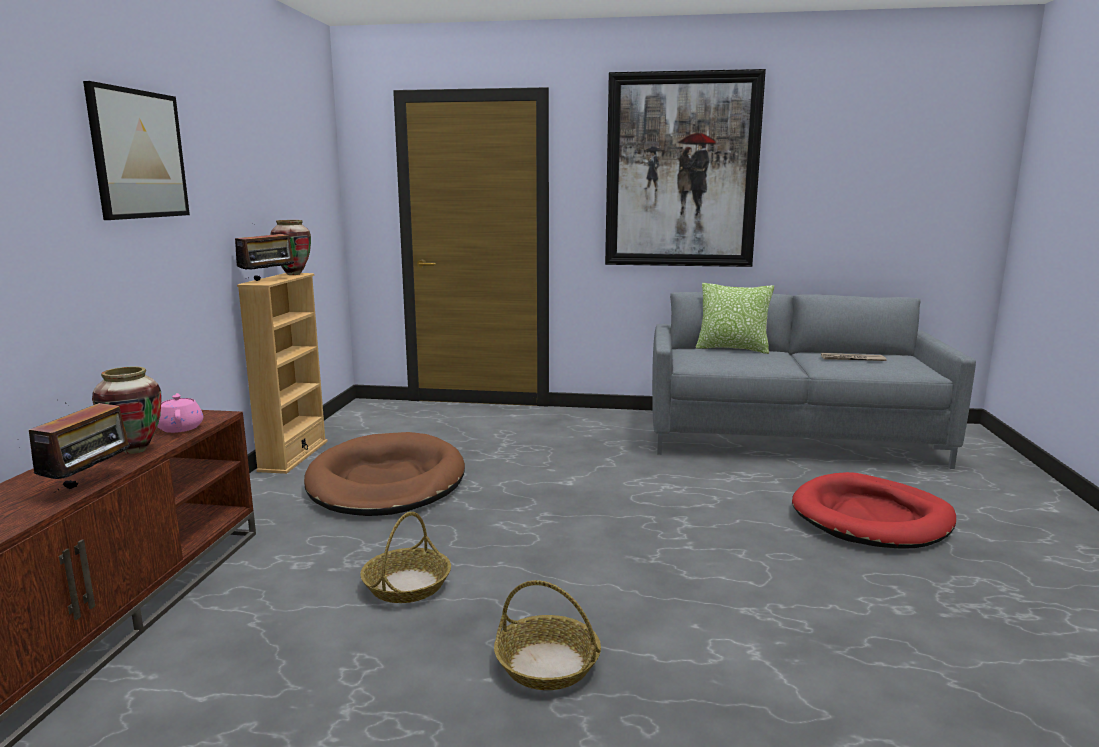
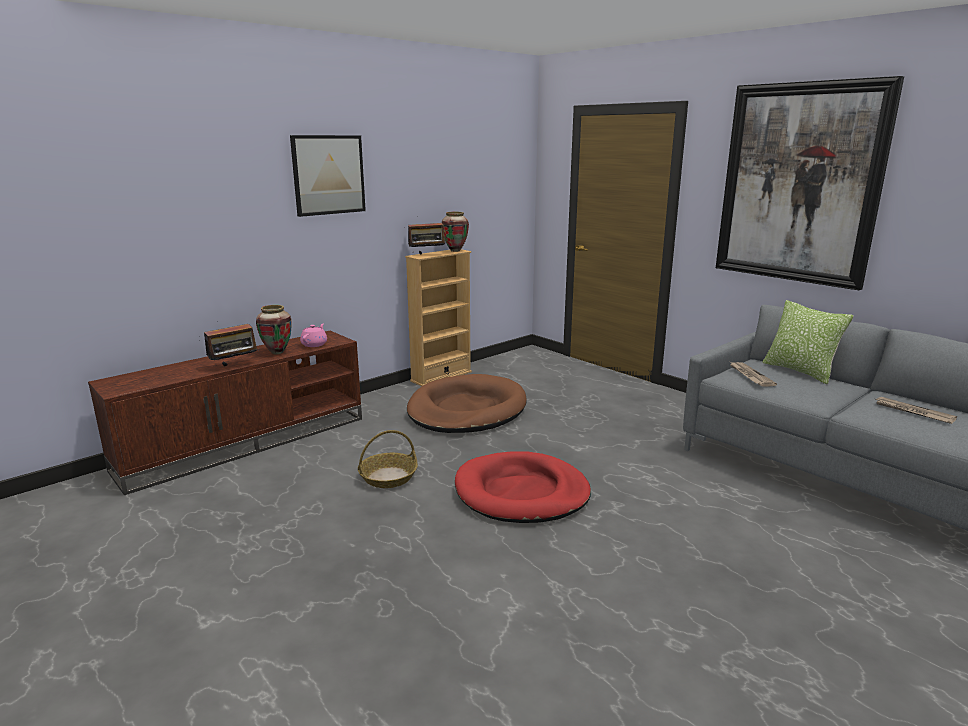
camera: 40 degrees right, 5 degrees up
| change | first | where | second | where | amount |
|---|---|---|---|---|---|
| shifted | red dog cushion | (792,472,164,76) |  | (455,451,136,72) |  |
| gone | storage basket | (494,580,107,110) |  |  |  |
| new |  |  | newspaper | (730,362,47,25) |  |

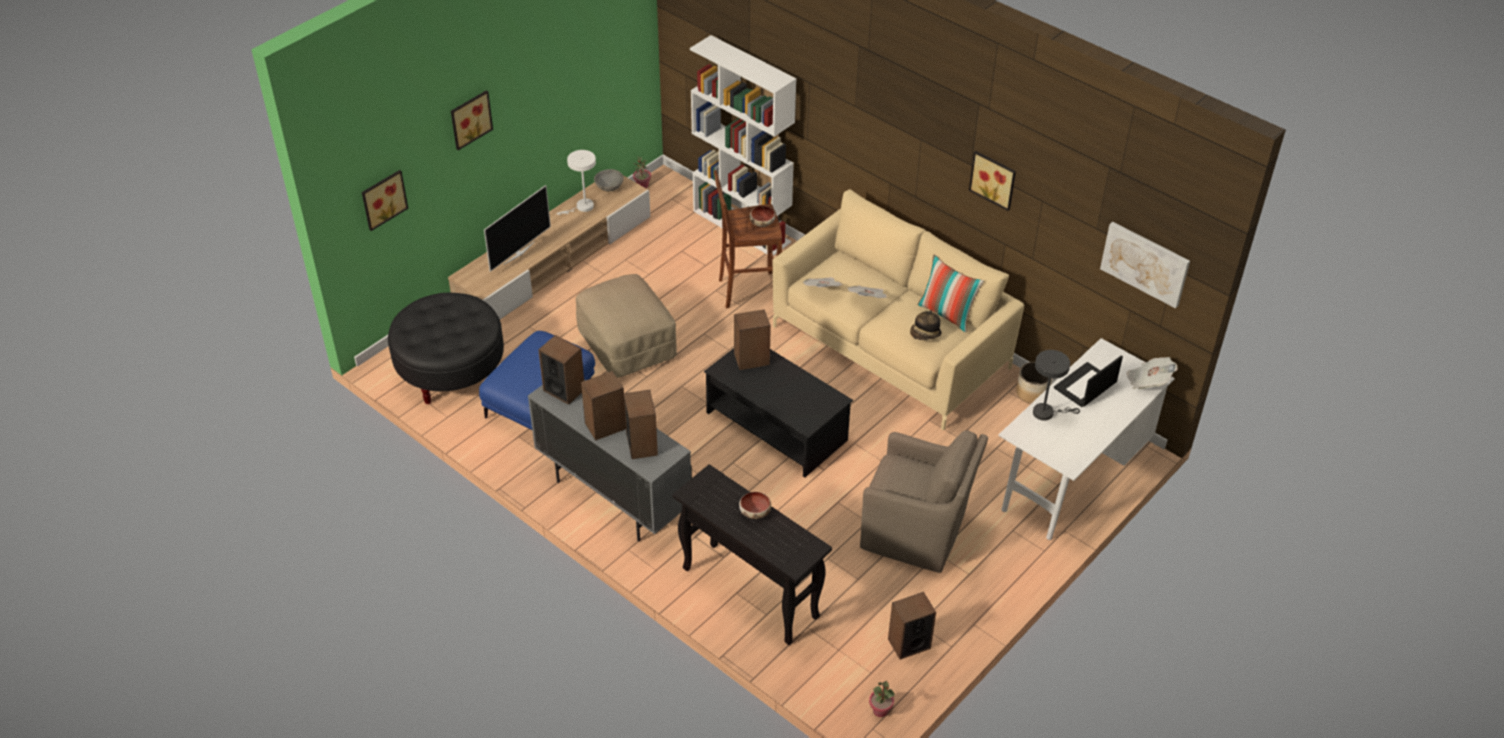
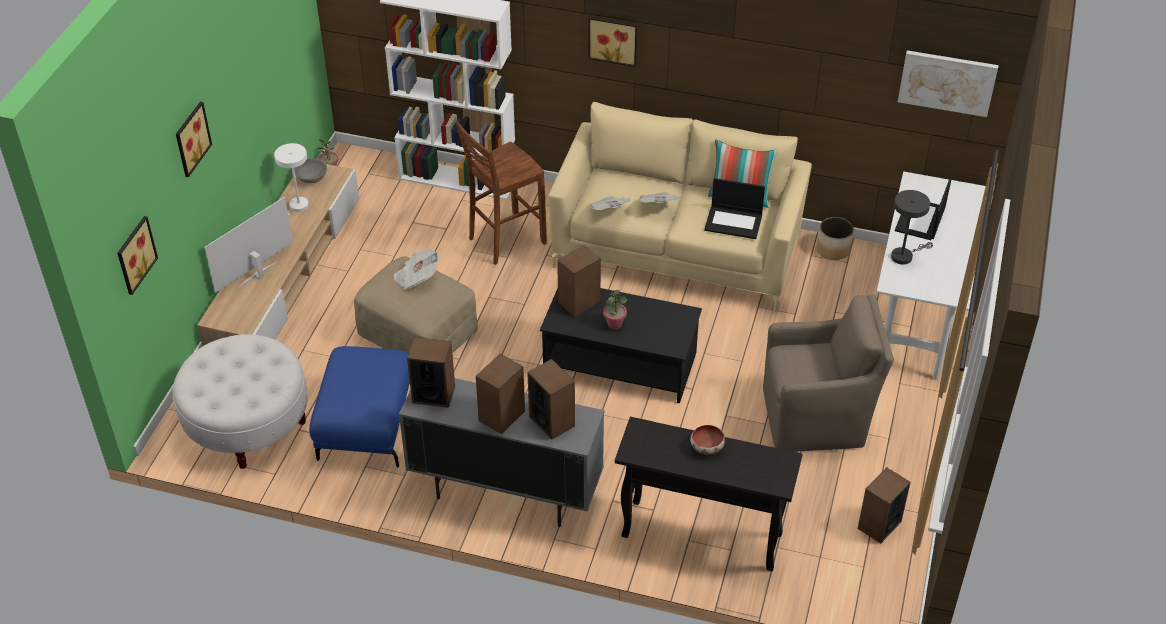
camera: 25 degrees left, 0 degrees up
| change | first | where | second | where | amount |
|---|---|---|---|---|---|
| shifted | picture | (969,151,47,60) |  | (588,17,49,50) |  |
| rotated | television | (484,185,67,87) |  | (204,197,89,96) | 150 degrees counterclockwise |
| gone | bowl | (750,206,25,21) |  |  |  |
| repainted | black pouffe | (388,293,116,111) | white pouffe | (173,334,135,135) |  |
| swapped | wearable hat | (910,310,32,30) | portable computer | (704,178,61,61) |  |
| shifted | newspaper | (1126,357,52,32) |  | (394,248,46,42) |  |
| shifted | plant in a pot | (869,681,26,36) |  | (603,290,24,40) |  |

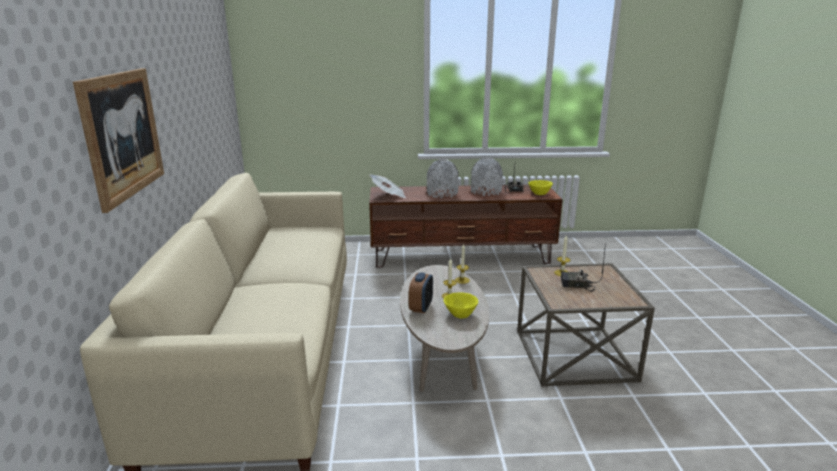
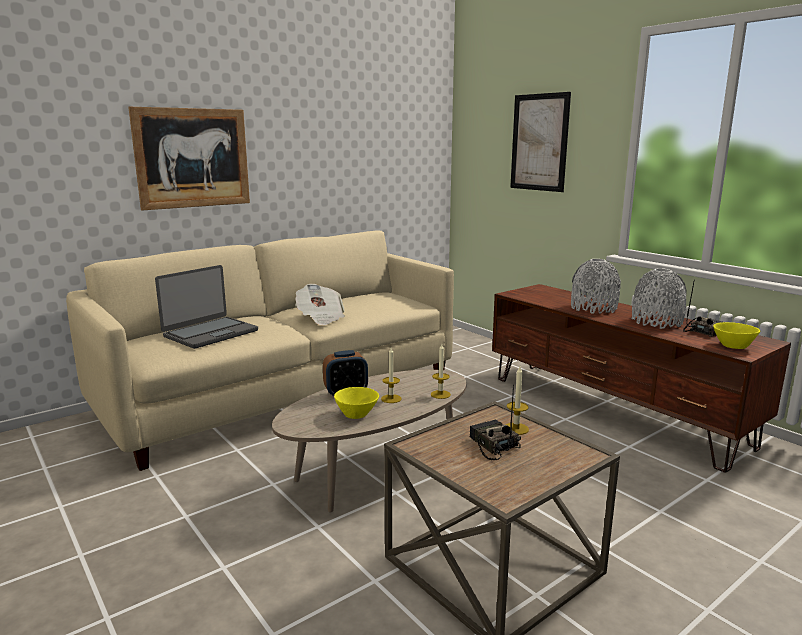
camera: 55 degrees right, 5 degrees down
| change | first | where | second | where | amount |
|---|---|---|---|---|---|
| shifted | newspaper | (369,174,37,24) |  | (295,284,50,41) |  |
| new |  |  | picture | (510,92,61,100) |  |
| new |  |  | portable computer | (155,265,103,84) |  |

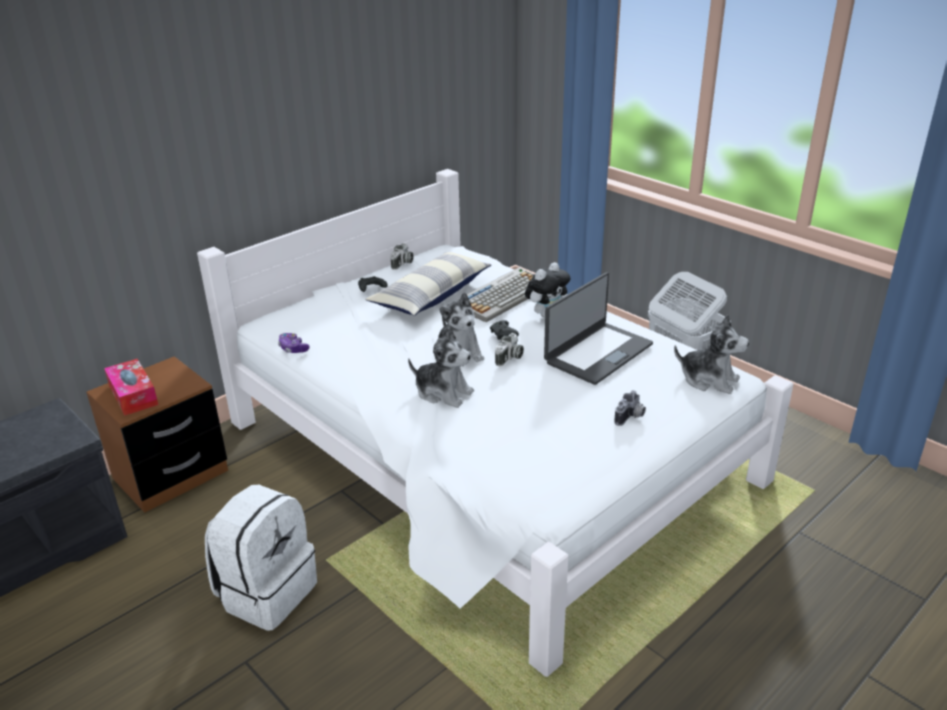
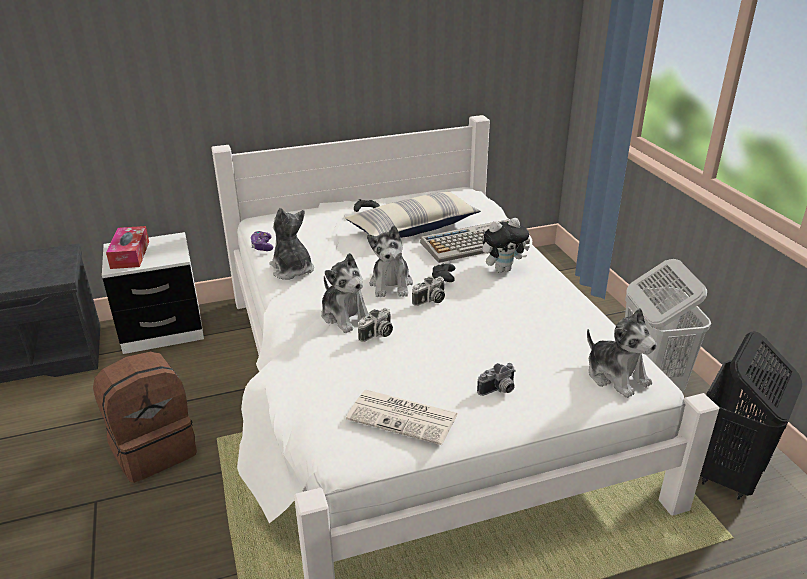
camera: 25 degrees right, 0 degrees up
| change | first | where | second | where | amount |
|---|---|---|---|---|---|
| shifted | still camera | (390,243,24,27) |  | (358,308,35,34) |  |
| gone | portable computer | (544,272,109,113) |  |  |  |
| repainted | brownish night table | (86,356,142,157) | white night table | (102,232,102,122) |  |
| repainted | white knapsack | (205,485,112,146) | brownish knapsack | (93,352,104,131) |  |
| new |  |  | soft toy | (269,208,45,72) |  |
| new |  |  | black laundry basket | (700,331,102,169) |  |
| new |  |  | newspaper | (346,390,112,55) |  |

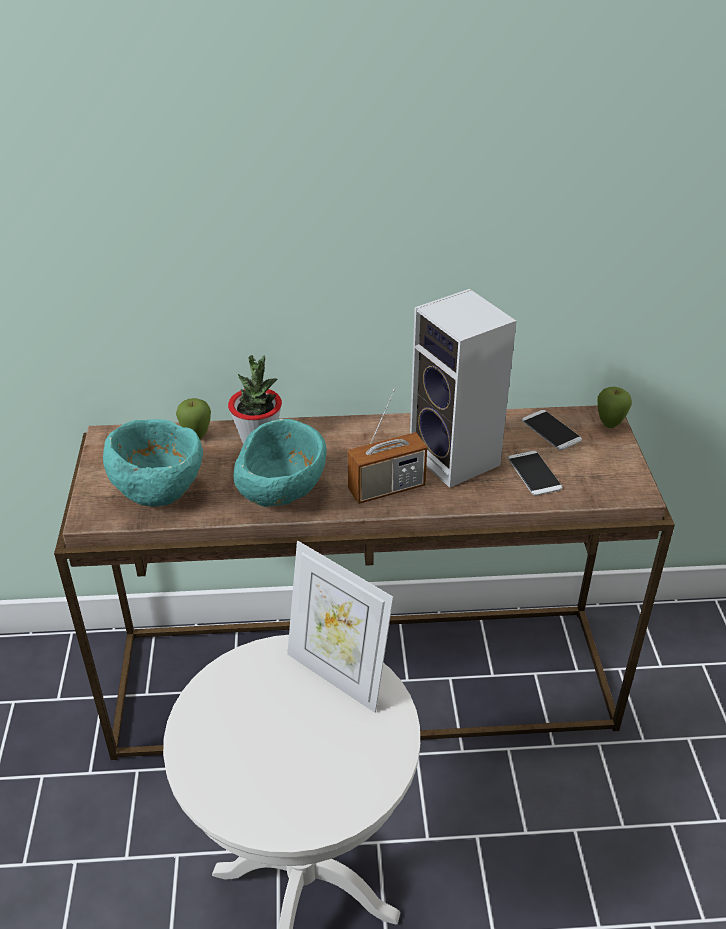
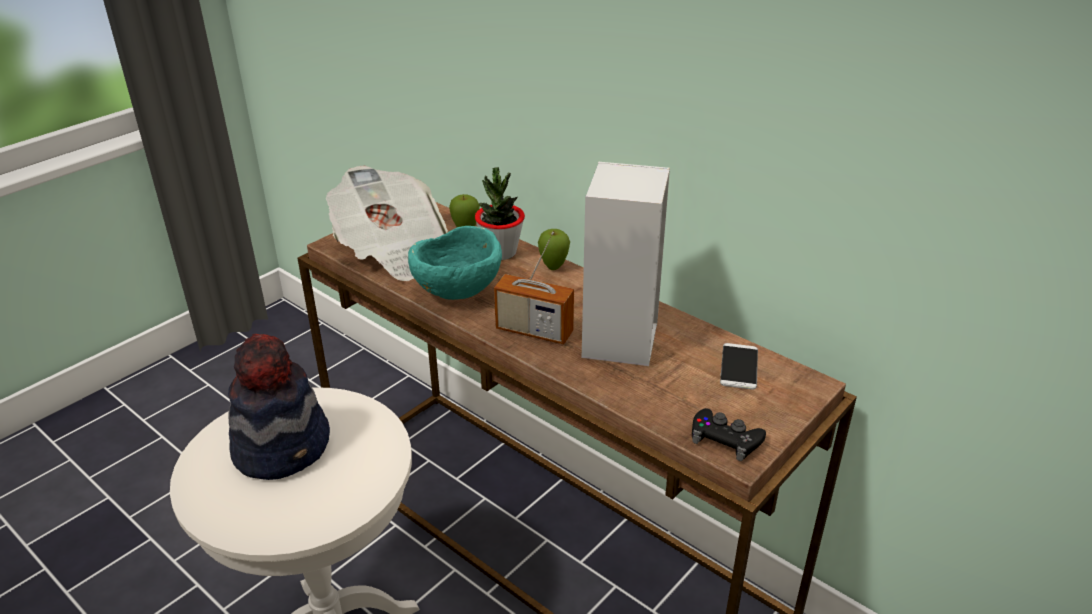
camera: 45 degrees right, 5 degrees down
| change | first | where | second | where | amount |
|---|---|---|---|---|---|
| shifted | apple fruit | (597,387,35,41) |  | (538,229,32,41) |  |
| swapped | turquoise bowl | (103,419,100,88) | newspaper | (326,166,122,115) |  |
| gone | telephone | (508,451,54,45) |  |  |  |
| gone | standing frame | (287,541,107,172) |  |  |  |
| new |  |  | wearable hat | (228,334,102,146) |  |
| new |  |  | black gamepad | (692,408,74,53) |  |

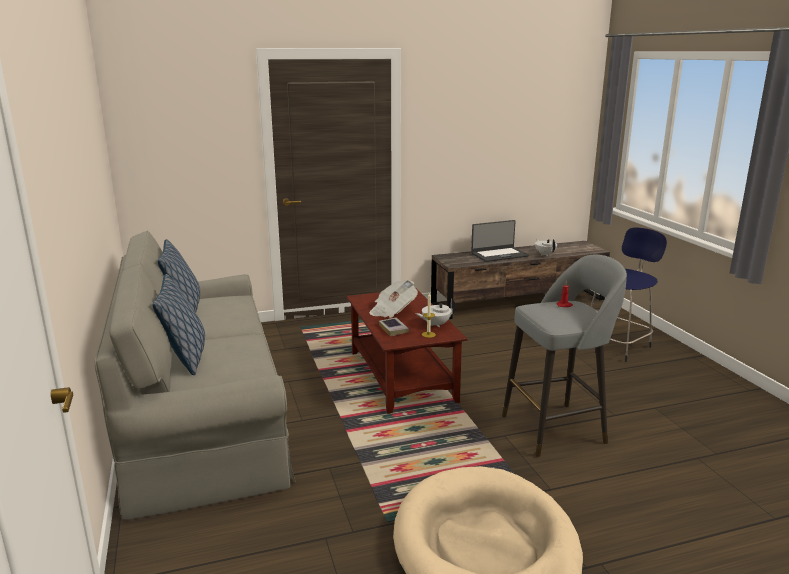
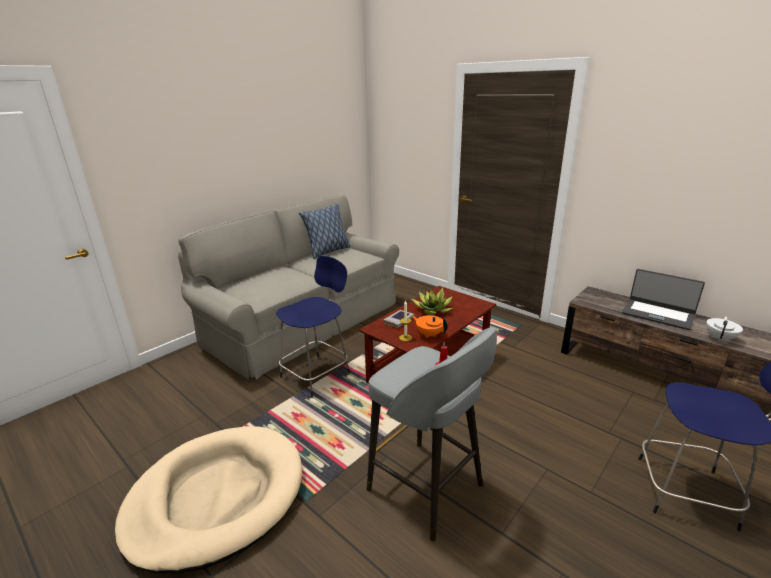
camera: 60 degrees right, 5 degrees up
| change | first | where | second | where | amount |
|---|---|---|---|---|---|
| gone | pillow | (152,274,53,101) |  |  |  |
| swapped | newspaper | (369,280,49,38) | plant in a pot | (412,288,40,27) |  |
| repainted | white tea pot | (415,299,41,28) | orangey tea pot | (412,315,36,23) |  |
| new |  |  | blue-coloured sitting stool | (276,256,74,141) |  |

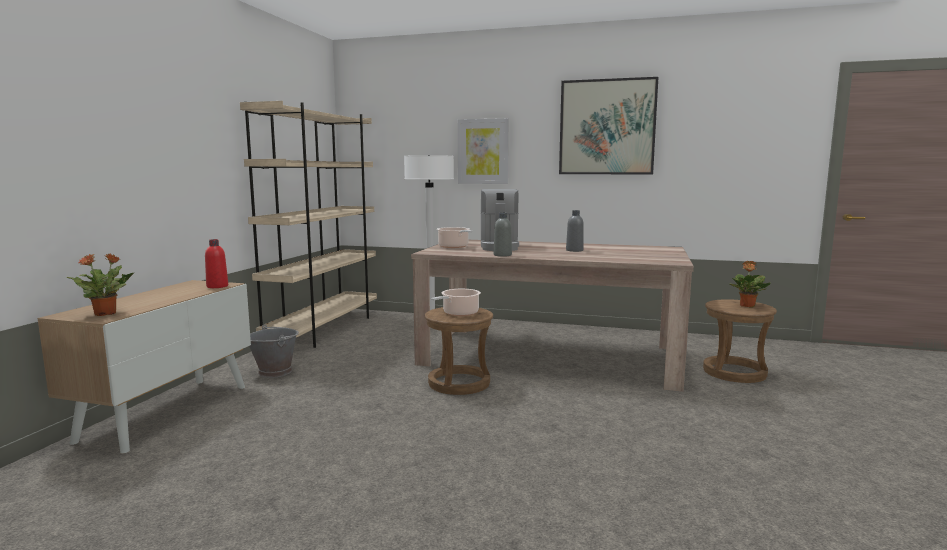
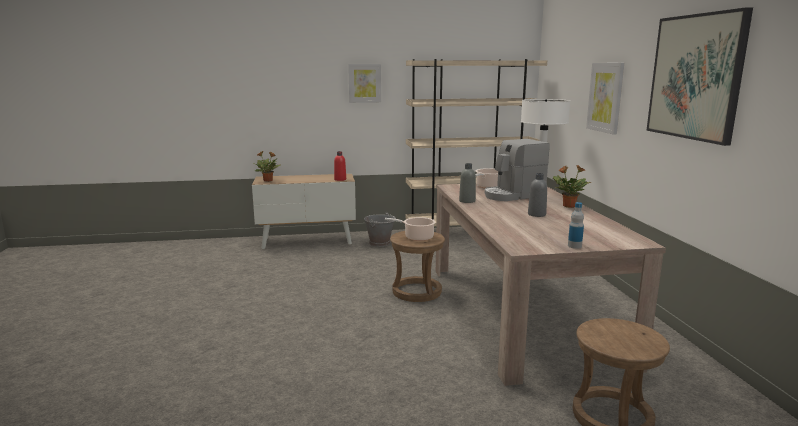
camera: 65 degrees right, 5 degrees up
| change | first | where | second | where | amount |
|---|---|---|---|---|---|
| shifted | plant in a pot | (729,261,41,46) |  | (553,165,38,43) |  |
| new |  |  | picture | (348,64,33,39) |  |
| new |  |  | drink bottle | (568,202,16,47) |  |

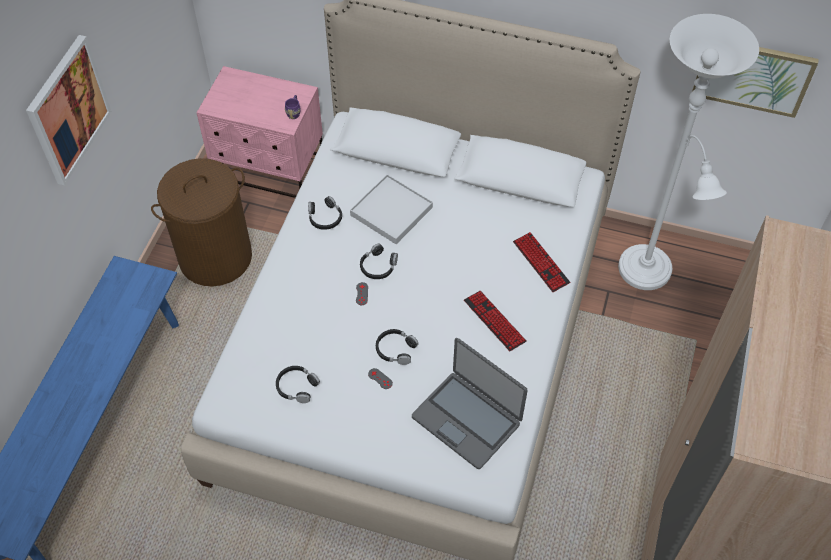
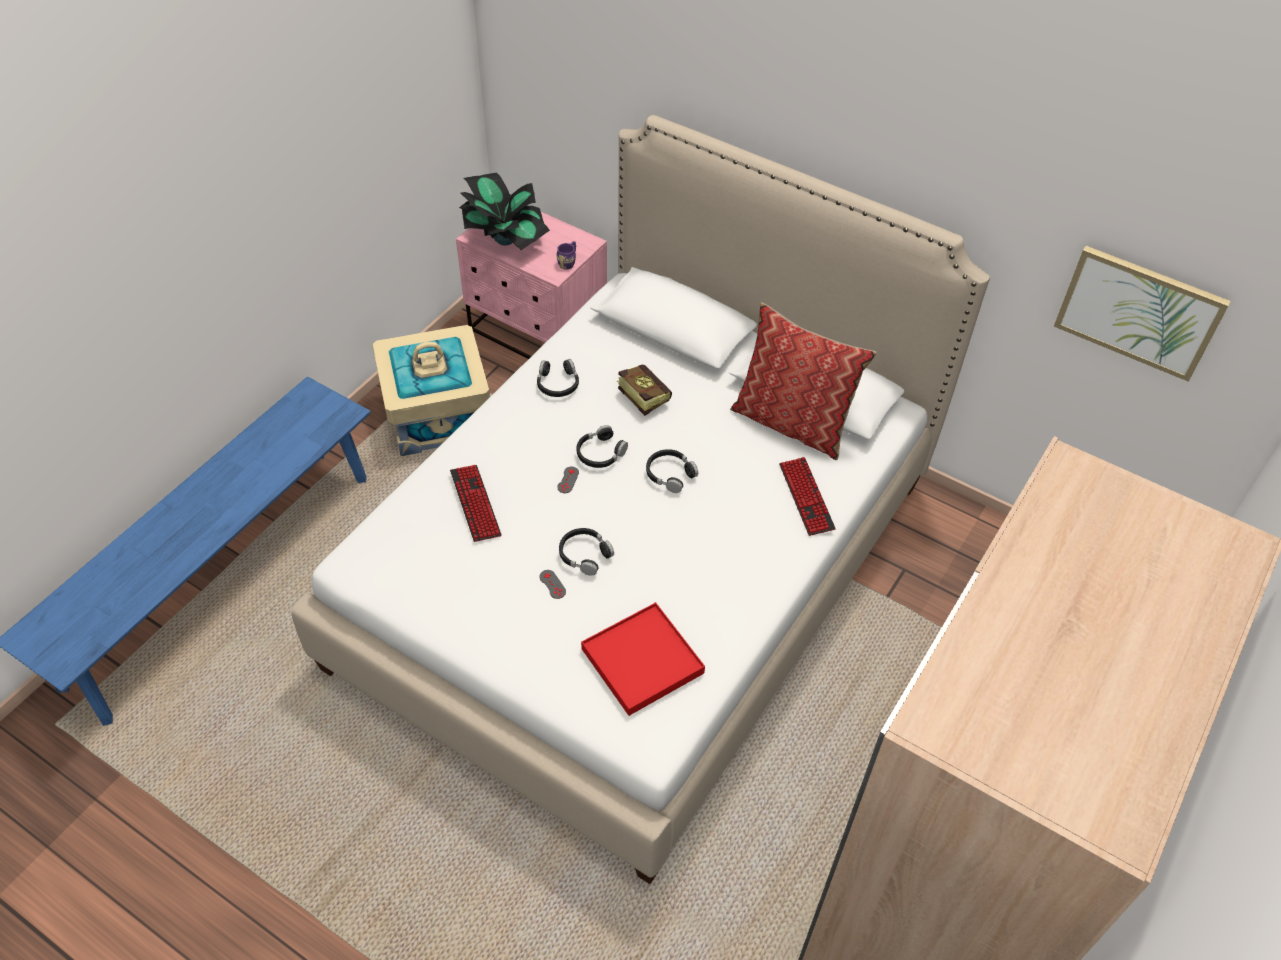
camera: 15 degrees right, 5 degrees down
| change | first | where | second | where | amount |
|---|---|---|---|---|---|
| gone | white standing lamp | (618,14,141,276) |  |  |  |
| gone | picture | (26,35,86,150) |  |  |  |
| swapped | brownish laundry basket | (151,158,101,129) | beige storage box | (372,325,118,131) |  |
| swapped | white tray | (350,174,83,70) | book | (617,365,55,51) |  |
| shifted | PC keyboard | (464,291,63,60) |  | (450,465,52,77) |  |
| swapped | portable computer | (412,338,116,131) | red tray | (581,602,124,114) |  |
| shifted | black headphones | (276,366,44,37) |  | (646,449,52,44) |  |
| new |  |  | plant in a pot | (459,173,91,77) |  |
| new |  |  | pillow | (730,302,147,158) |  |

